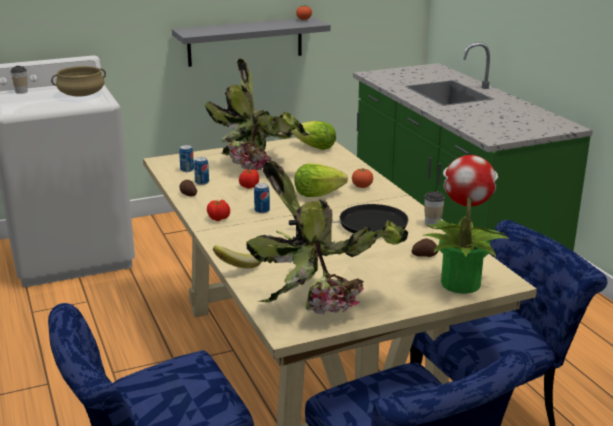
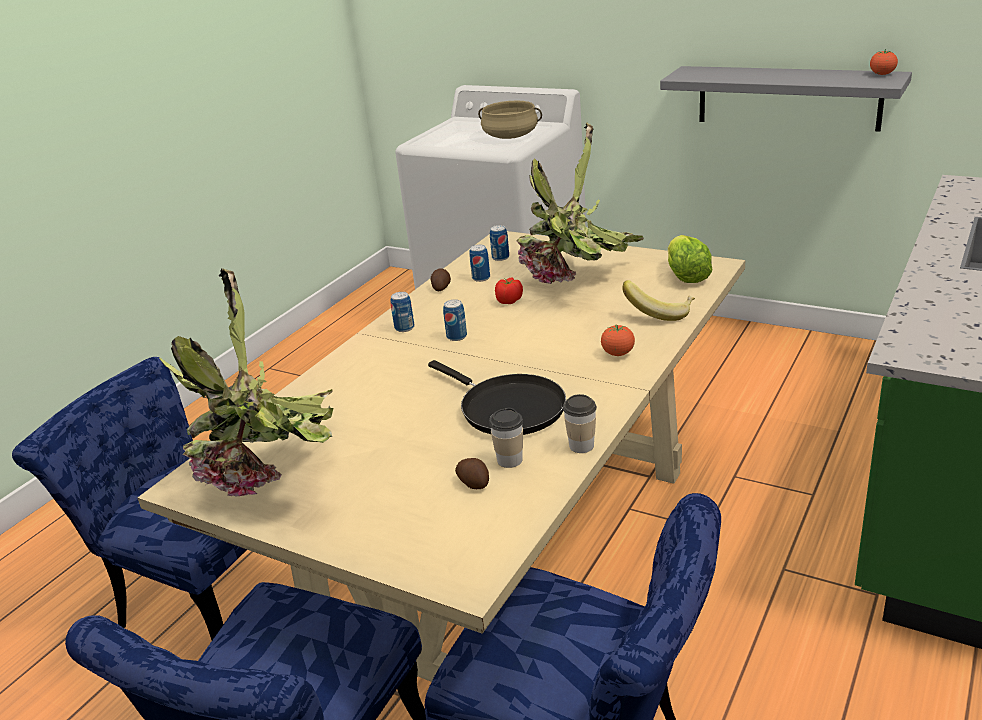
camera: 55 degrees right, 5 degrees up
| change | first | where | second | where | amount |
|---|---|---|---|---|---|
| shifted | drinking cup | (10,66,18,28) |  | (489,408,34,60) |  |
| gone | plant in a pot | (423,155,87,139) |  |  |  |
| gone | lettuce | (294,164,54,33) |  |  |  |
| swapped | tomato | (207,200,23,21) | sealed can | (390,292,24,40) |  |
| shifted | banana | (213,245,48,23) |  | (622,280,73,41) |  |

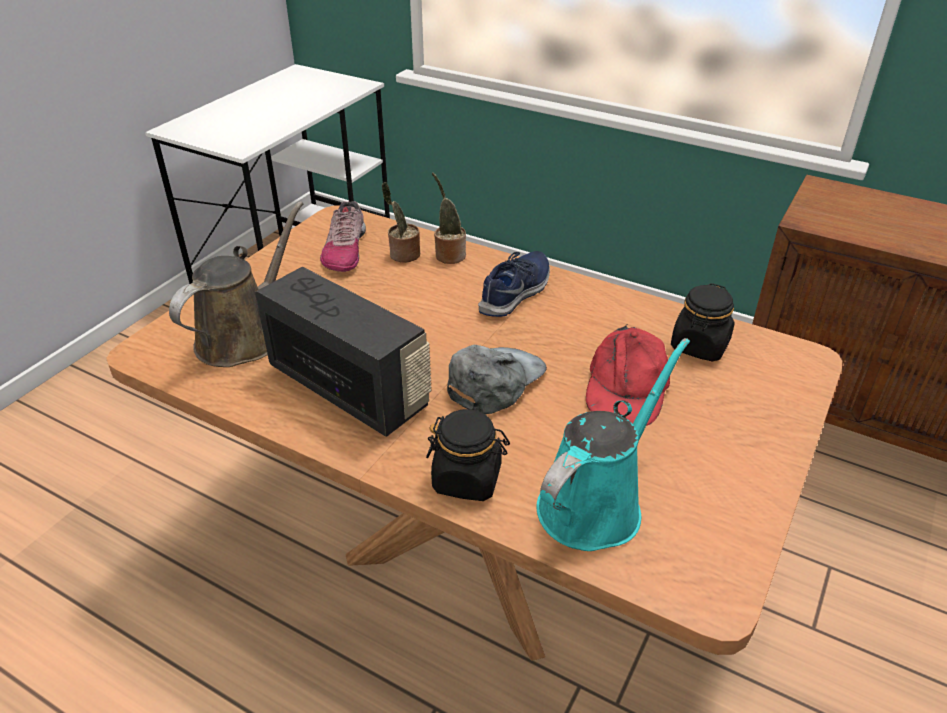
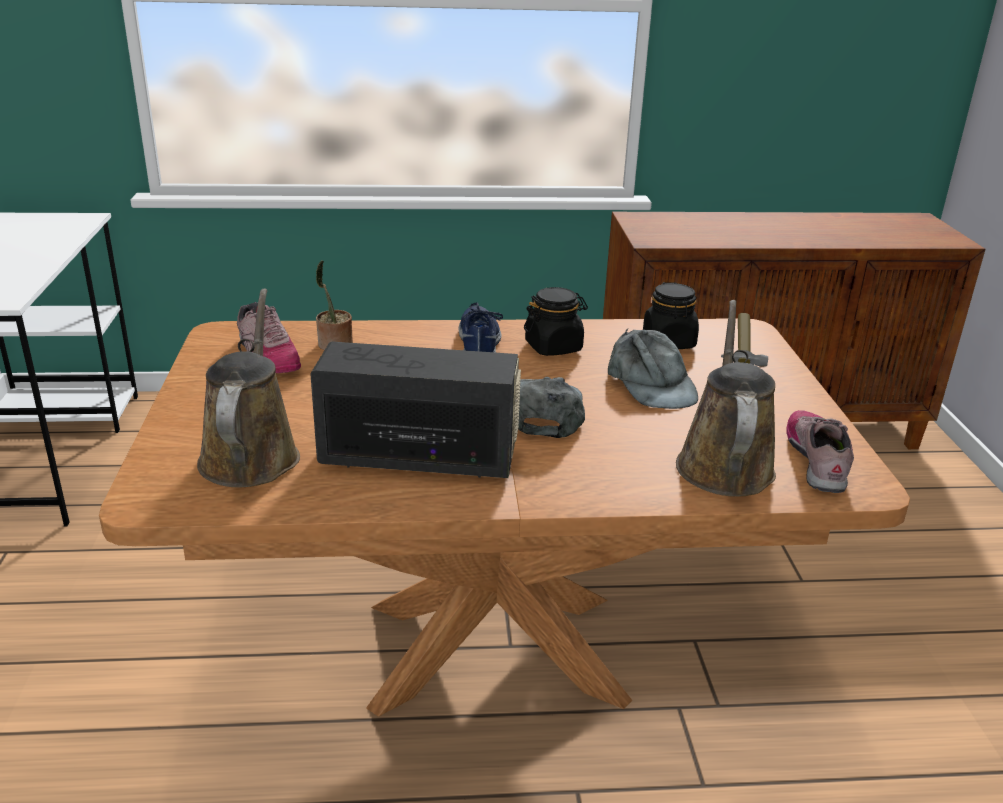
camera: 35 degrees left, 10 degrees down
| change | first | where | second | where | amount |
|---|---|---|---|---|---|
| gone | plant in a pot | (432,173,34,91) |  |  |  |
| repainted | red baseball cap | (586,325,84,101) | grey baseball cap | (608,329,90,80) |  |
| repainted | turquoise sprinkling can | (536,338,154,213) | brownish sprinkling can | (676,300,100,197) |  |
| shifted | black preserve jar | (426,409,84,92) |  | (524,287,64,69) |  |
| new |  |  | hammer | (721,313,47,54) |  |
| new |  |  | item of footwear | (786,410,68,83) |  |

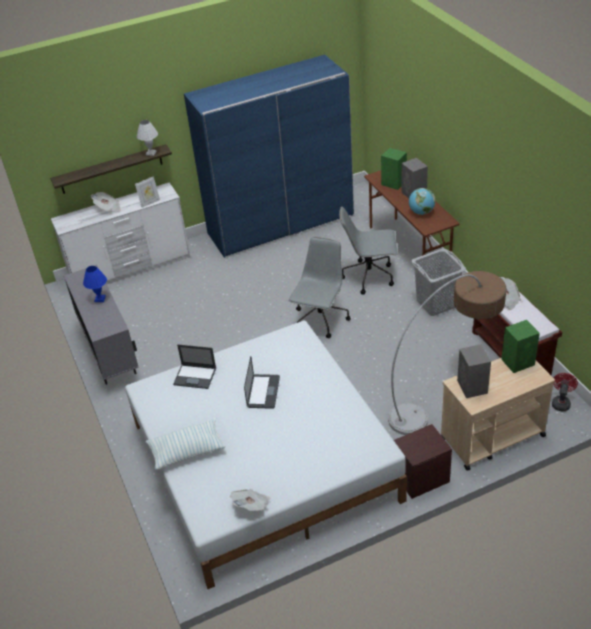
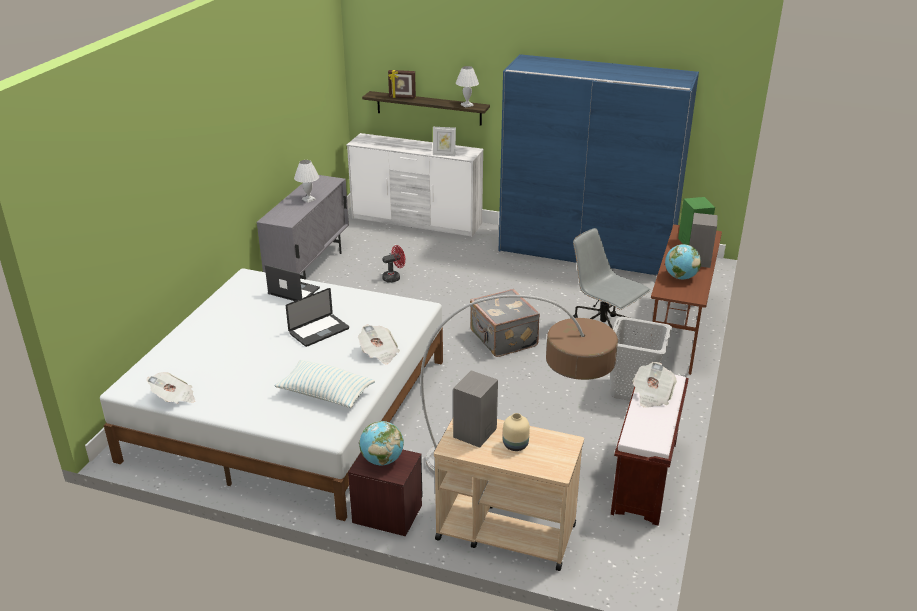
camera: 40 degrees right, 10 degrees down
| change | first | where | second | where | amount |
|---|---|---|---|---|---|
| shifted | newspaper | (91,192,30,19) |  | (358,325,42,39) |  |
| swapped | grey computer chair | (288,237,63,101) | grey travel case | (470,289,70,68) |  |
| repainted | blue-coloured table lamp | (83,266,24,36) | white table lamp | (294,160,25,43) |  |
| gone | green-coloured speaker | (501,320,39,53) |  |  |  |
| rotated | portable computer | (173,344,43,45) |  | (265,265,55,36) | 150 degrees clockwise |
| shifted | red fan | (552,373,26,38) |  | (382,245,23,38) |  |
| shifted | pillow | (146,419,79,51) |  | (275,360,100,48) |  |
| new |  |  | standing frame | (388,70,28,29) |  |
| new |  |  | beige flower vase | (503,413,27,38) |  |
| new |  |  | world globe | (359,421,45,44) |  |

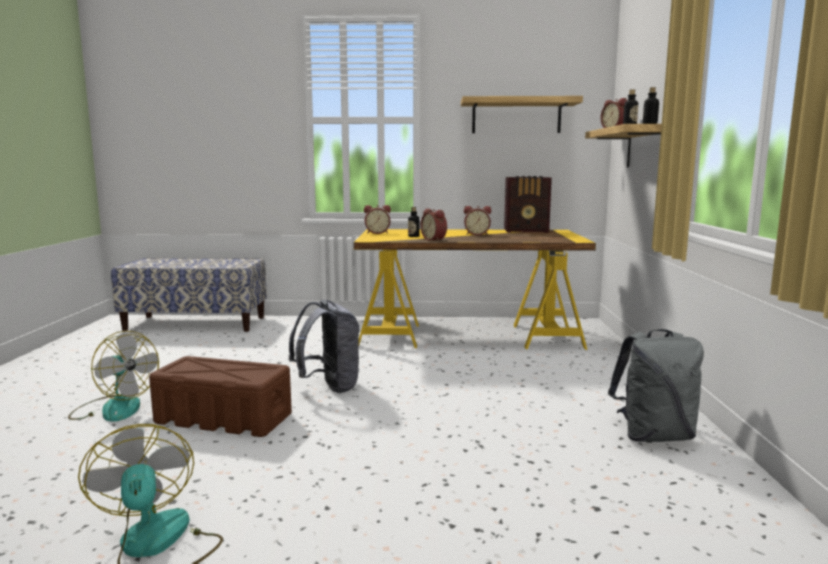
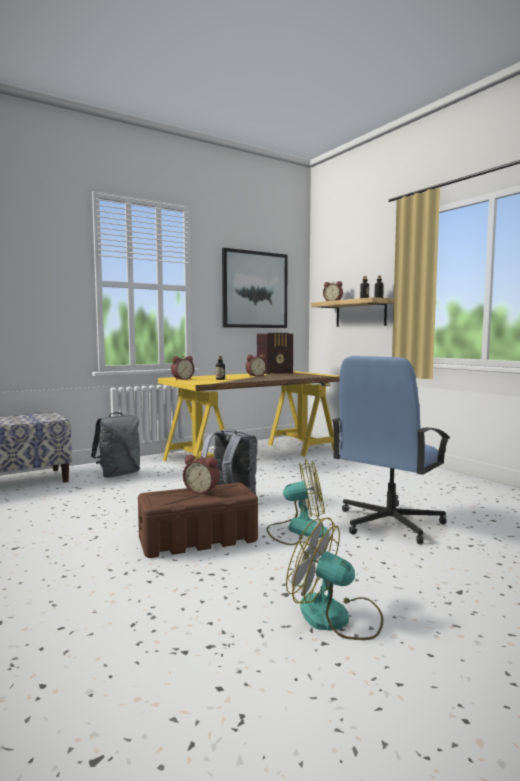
camera: 35 degrees left, 5 degrees down
| change | first | where | second | where | amount |
|---|---|---|---|---|---|
| swapped | wall shelf | (461,96,122,37) | picture | (222,248,66,80) |  |
| shifted | alarm clock | (420,209,27,32) |  | (183,455,37,39) |  |
| shifted | grey knapsack | (608,329,96,113) |  | (91,412,49,66) |  |
| shifted | fan | (68,331,91,91) |  | (267,459,62,86) |  |
| new |  |  | blue-coloured computer chair | (332,356,118,188) |  |

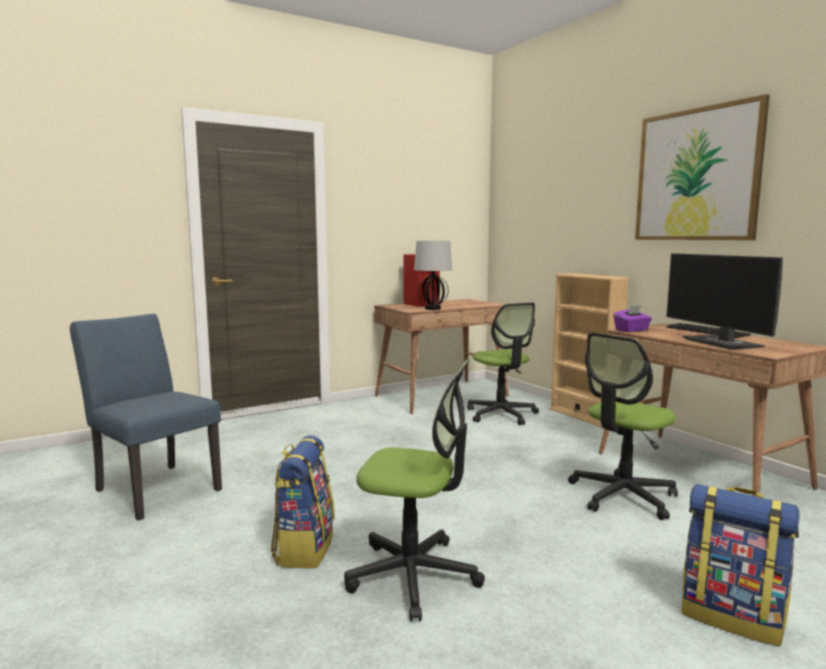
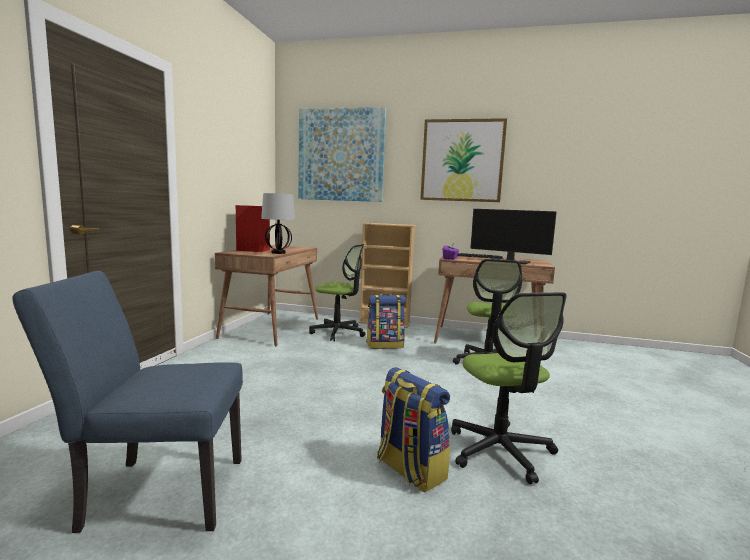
camera: 45 degrees left, 0 degrees up
| change | first | where | second | where | amount |
|---|---|---|---|---|---|
| rotated | computer chair | (344,359,141,262) |  | (451,292,116,192) | 105 degrees clockwise |
| shifted | knapsack | (682,484,118,162) |  | (366,294,40,55) |  |
| new |  |  | picture | (298,107,88,95) |  |

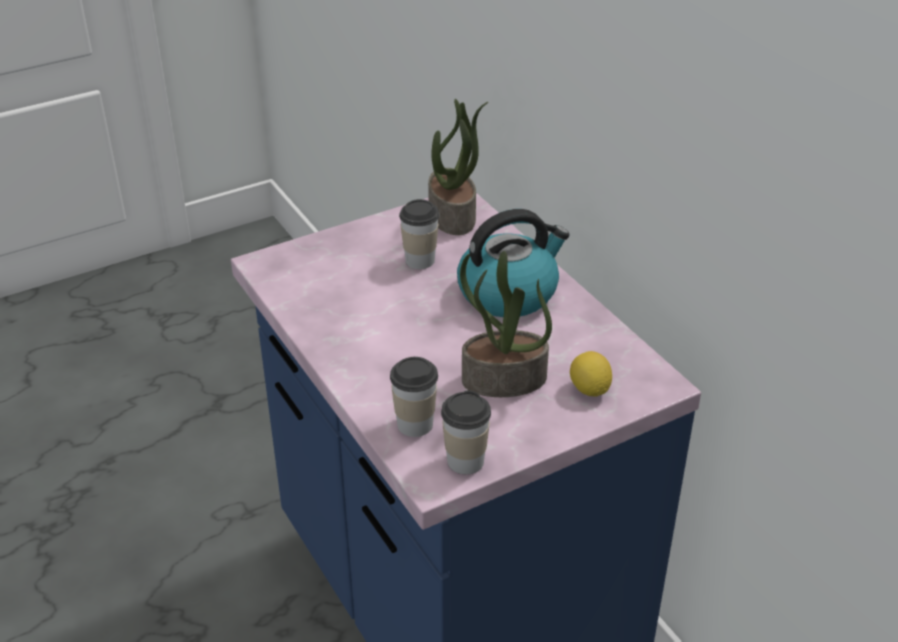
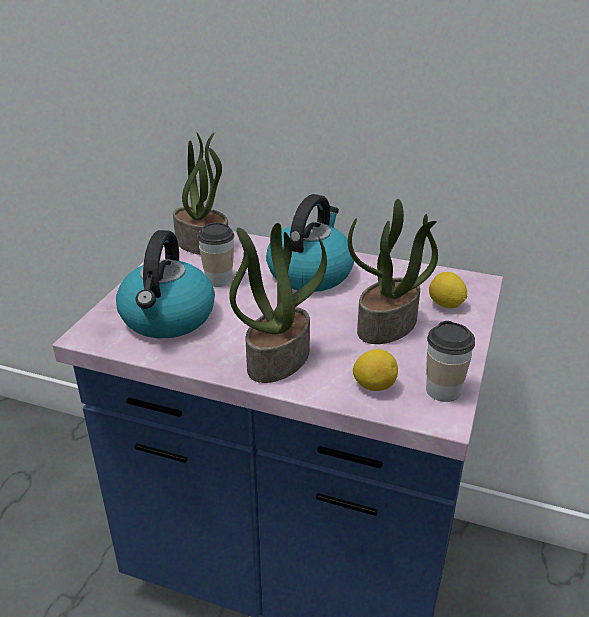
camera: 40 degrees left, 5 degrees down
| change | first | where | second | where | amount |
|---|---|---|---|---|---|
| swapped | drinking cup | (390,357,48,80) | lemon | (353,349,45,42) |  |
| new |  |  | plant in a pot | (229,223,98,160) |  |
| new |  |  | kettle | (116,230,99,108) |  |

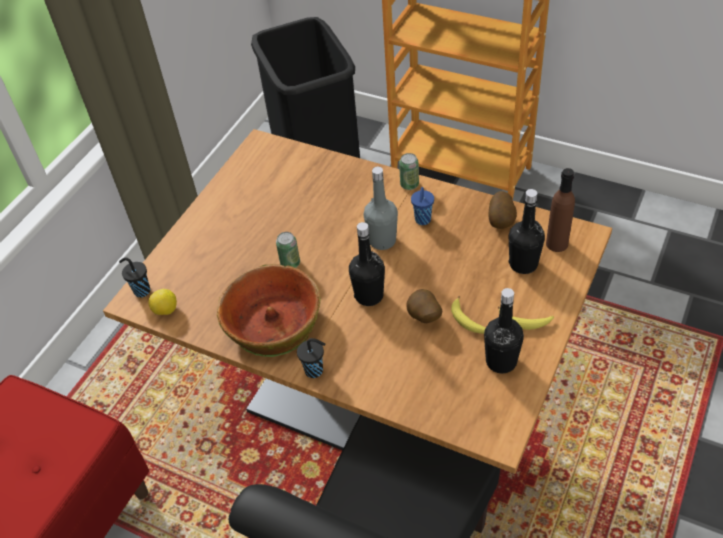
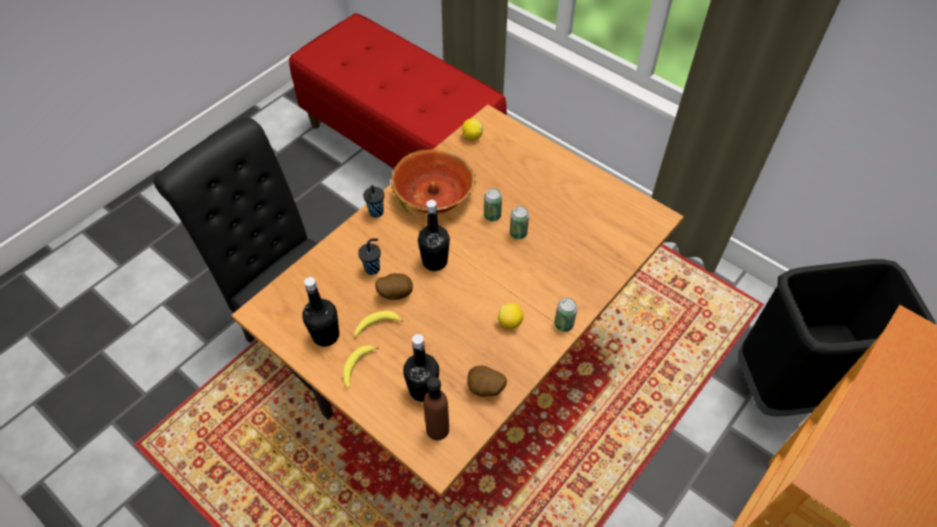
camera: 100 degrees right, 5 degrees up
| change | first | where | second | where | amount |
|---|---|---|---|---|---|
| gone | grey drink bottle | (364,167,34,83) |  |  |  |
| swapped | blue-coloured drinking cup | (411,187,23,38) | lemon | (498,303,25,26) |  |
| shifted | black drinking cup | (119,257,31,40) |  | (358,238,23,37) |  |
| new |  |  | sealed can | (510,206,19,33) |  |

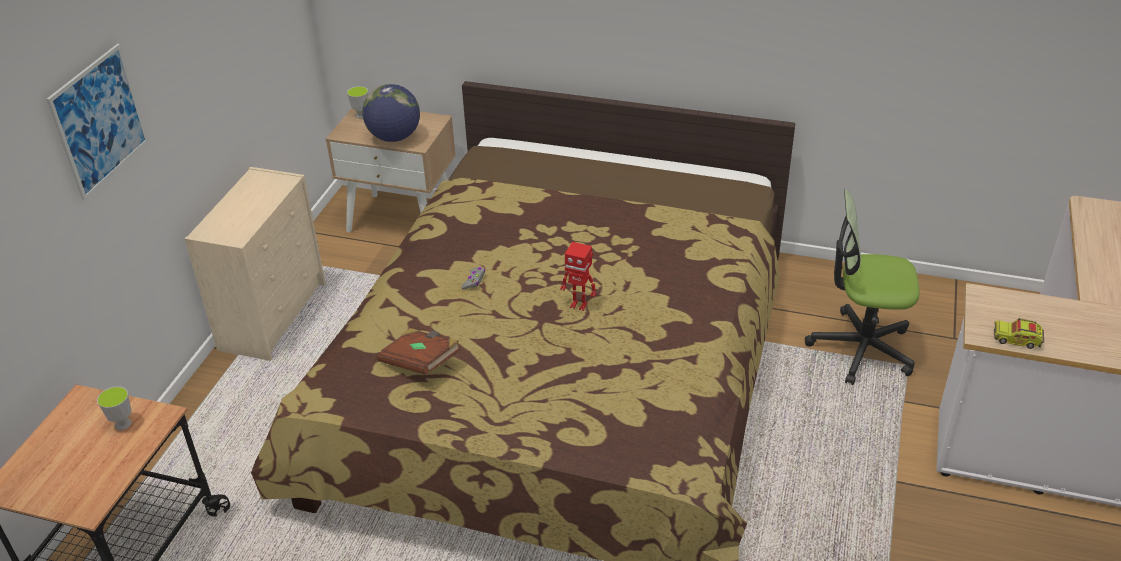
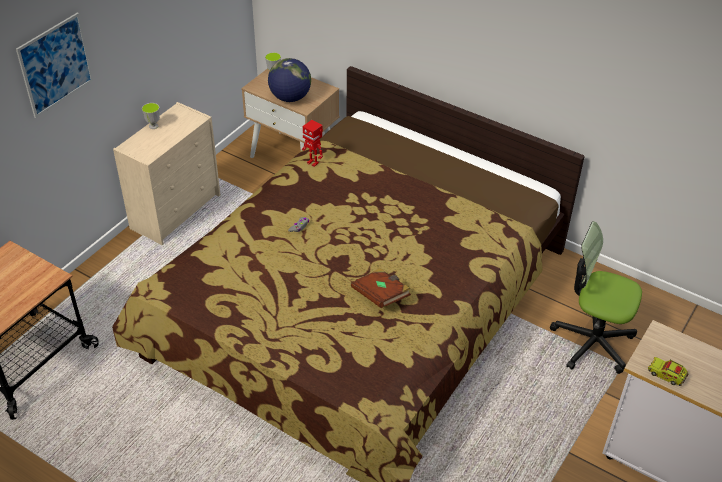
camera: 15 degrees right, 5 degrees up
| change | first | where | second | where | amount |
|---|---|---|---|---|---|
| shifted | model robot | (560,242,36,69) |  | (302,120,21,47) |  |
| shifted | brownish book | (376,328,85,47) |  | (351,268,60,40) |  |
| shifted | drinking cup | (97,386,34,44) |  | (142,103,18,26) |  |

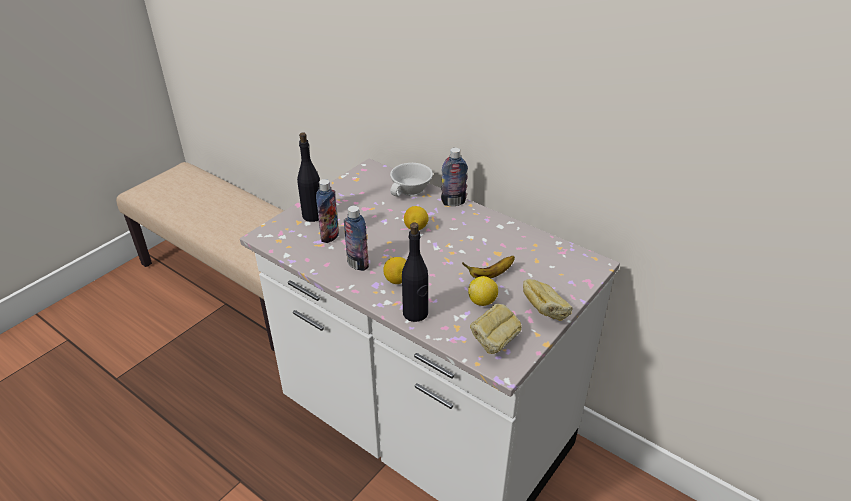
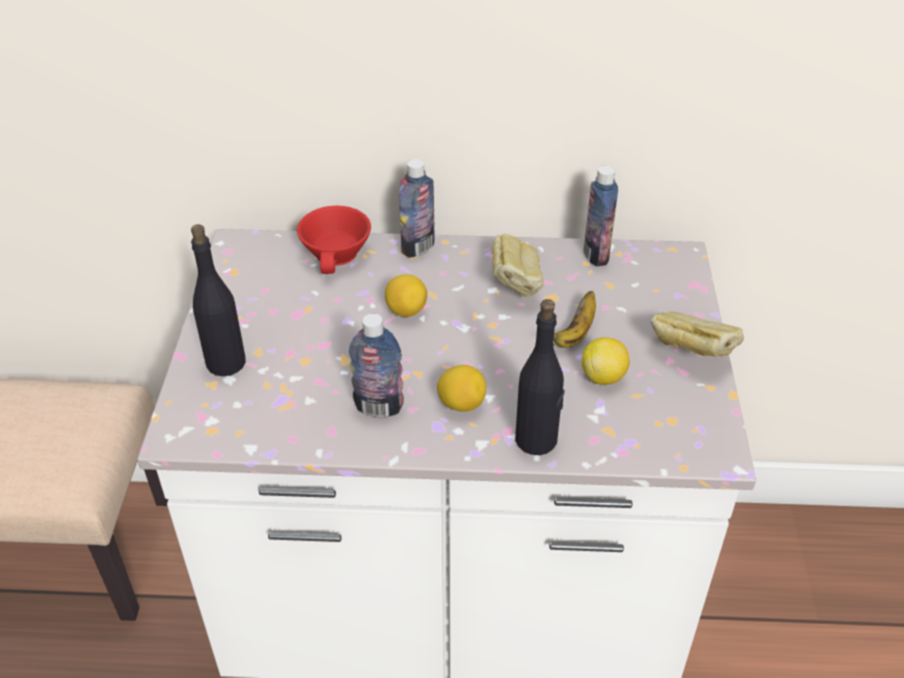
camera: 35 degrees left, 5 degrees up
| change | first | where | second | where | amount |
|---|---|---|---|---|---|
| repainted | white drinking cup | (390,163,43,34) | red drinking cup | (297,206,74,68) |  |
| shifted | drink bottle | (316,179,23,64) |  | (583,165,35,102) |  |
| shifted | bakery bread | (470,304,52,50) |  | (492,234,52,63) |  |

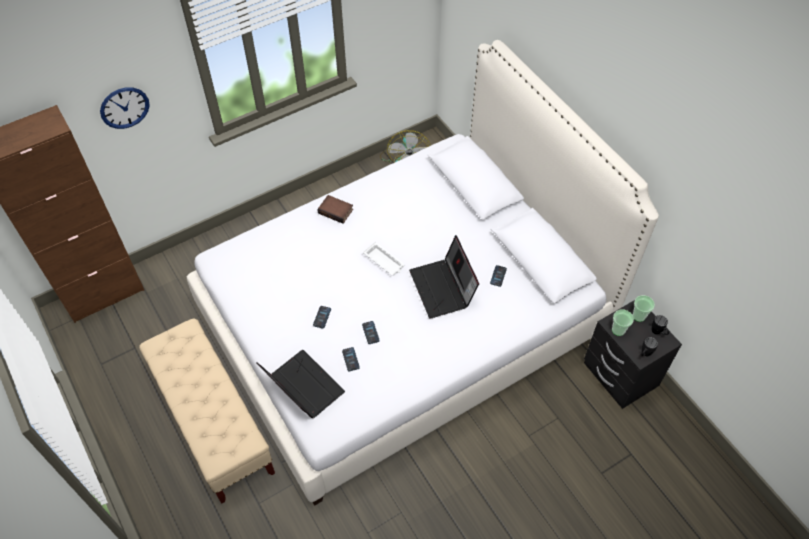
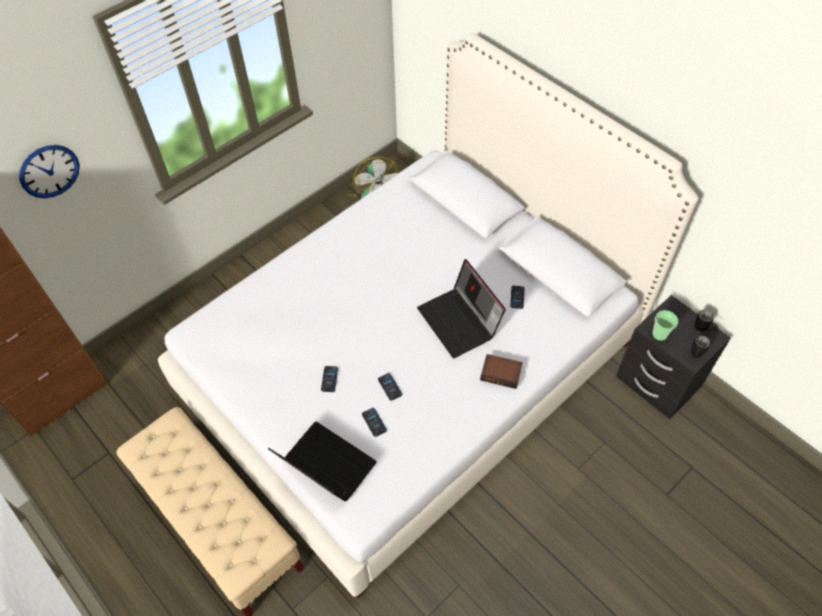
camera: 10 degrees left, 0 degrees up
| change | first | where | second | where | amount |
|---|---|---|---|---|---|
| shifted | book | (317,195,36,29) |  | (480,354,43,35) |  |
| gone | white tray | (363,242,41,33) |  |  |  |
| gone | drinking cup | (633,295,22,27) |  |  |  |

